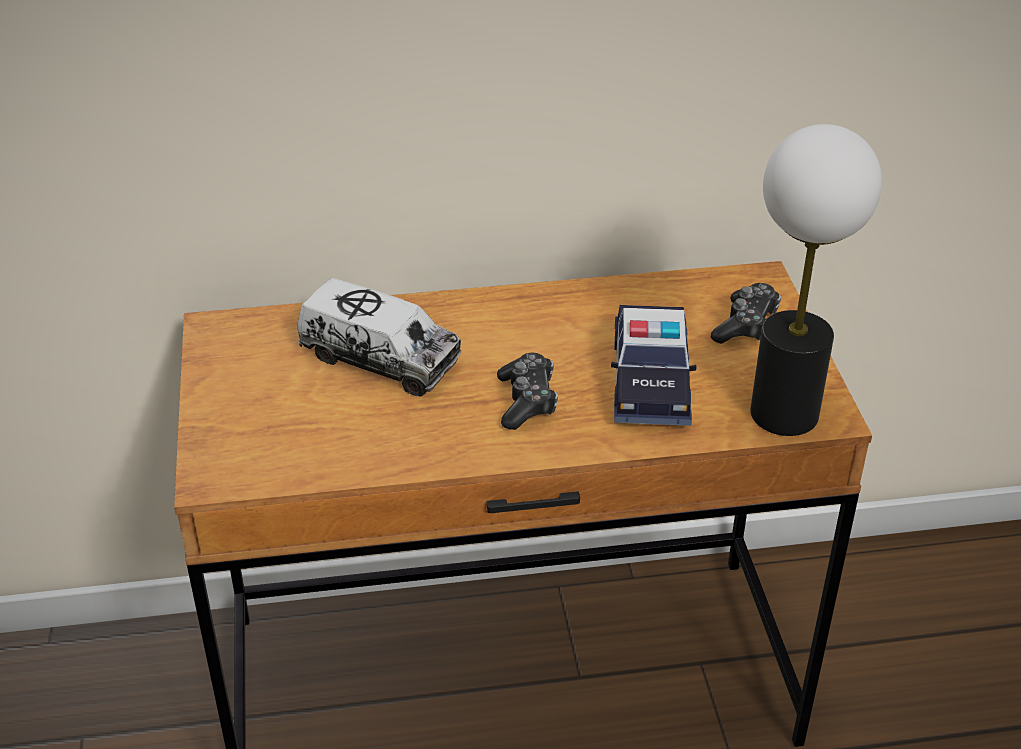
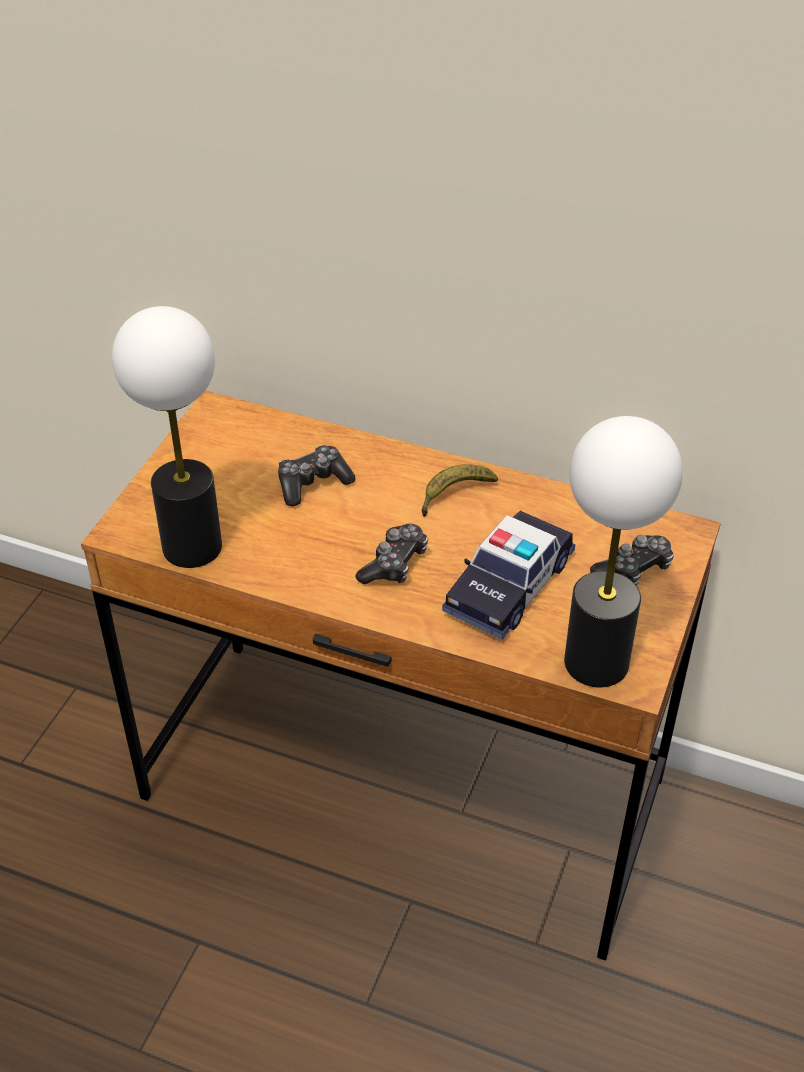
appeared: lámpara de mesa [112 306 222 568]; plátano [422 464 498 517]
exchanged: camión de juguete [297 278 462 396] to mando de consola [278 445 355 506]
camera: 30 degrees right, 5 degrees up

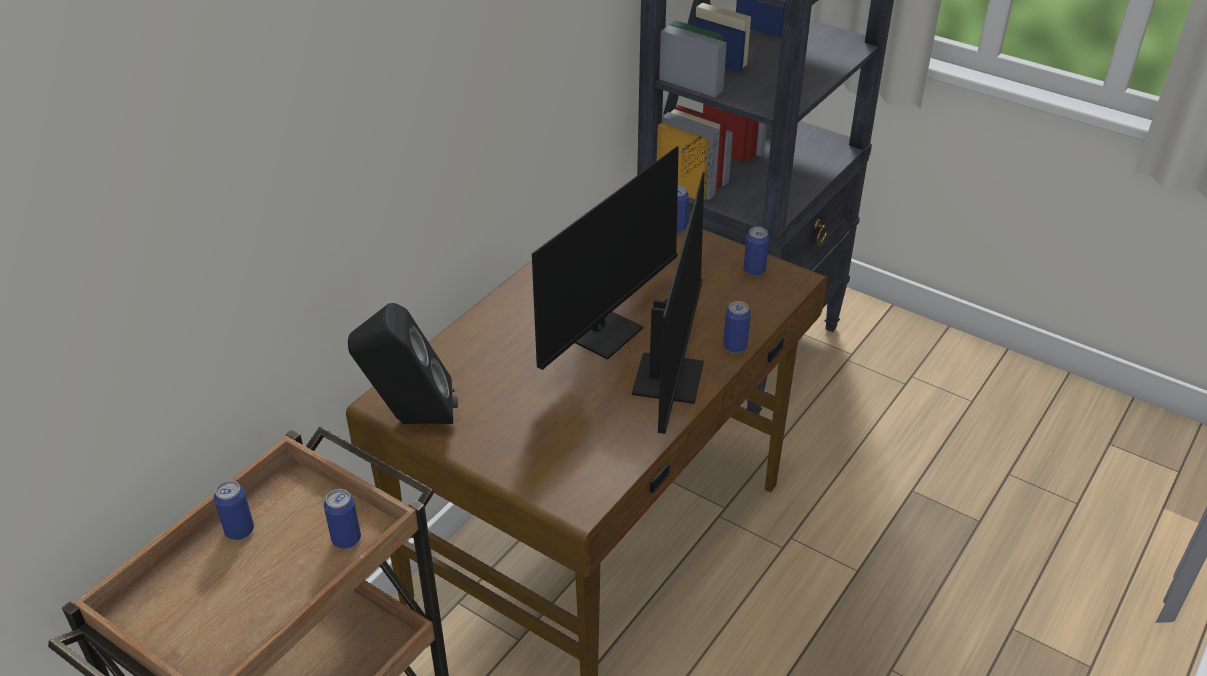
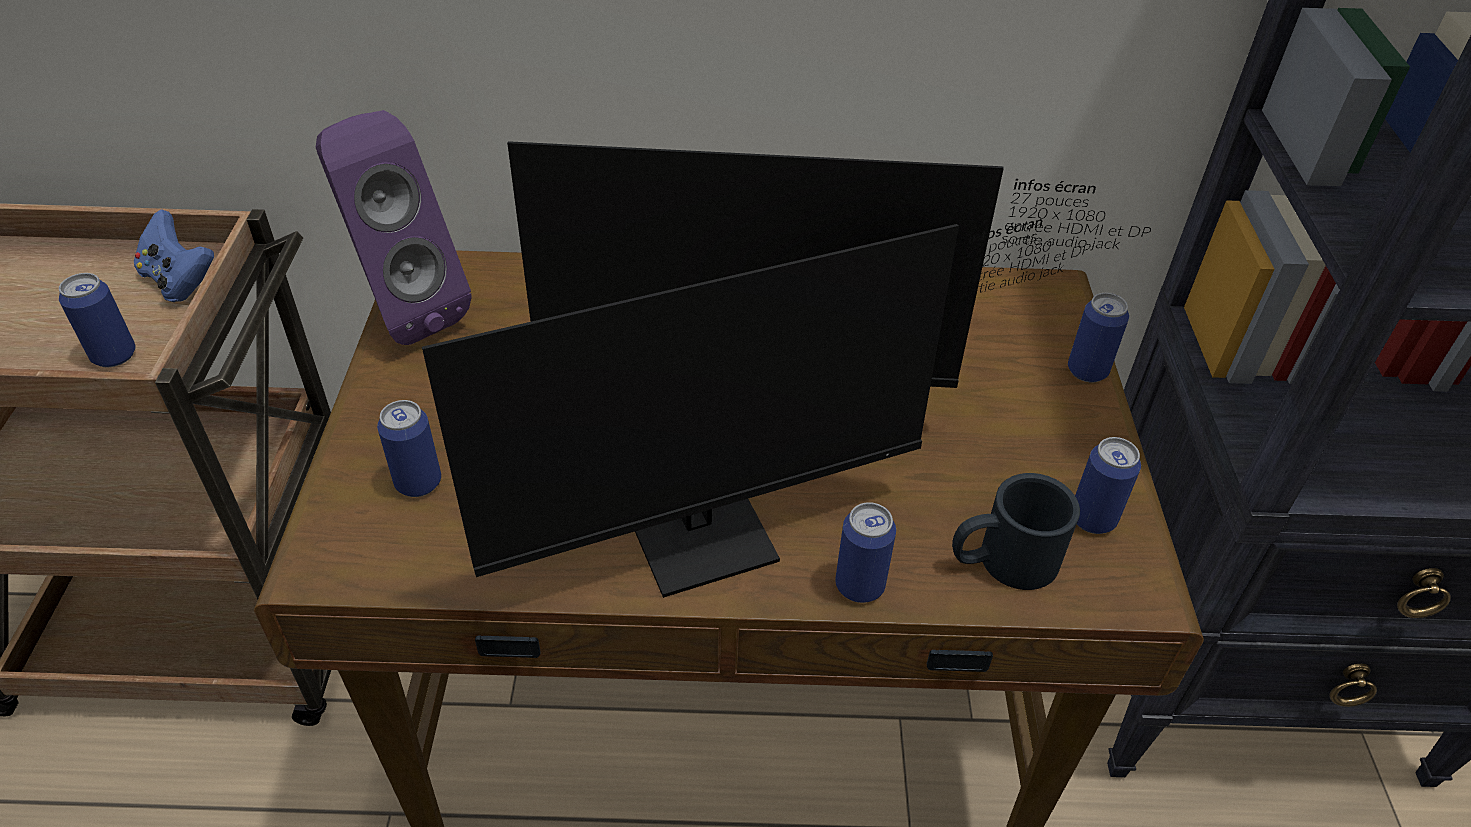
appeared: mando de consola [azul] [134 209 214 302]; taza grande [negro] [952 473 1080 590]
relocated: lata [214 480 254 540] to [377 400 441 497]
colour: altavoz [negro] [348 303 458 424] to altavoz [morado] [316 110 472 345]
camera: 55 degrees right, 5 degrees up

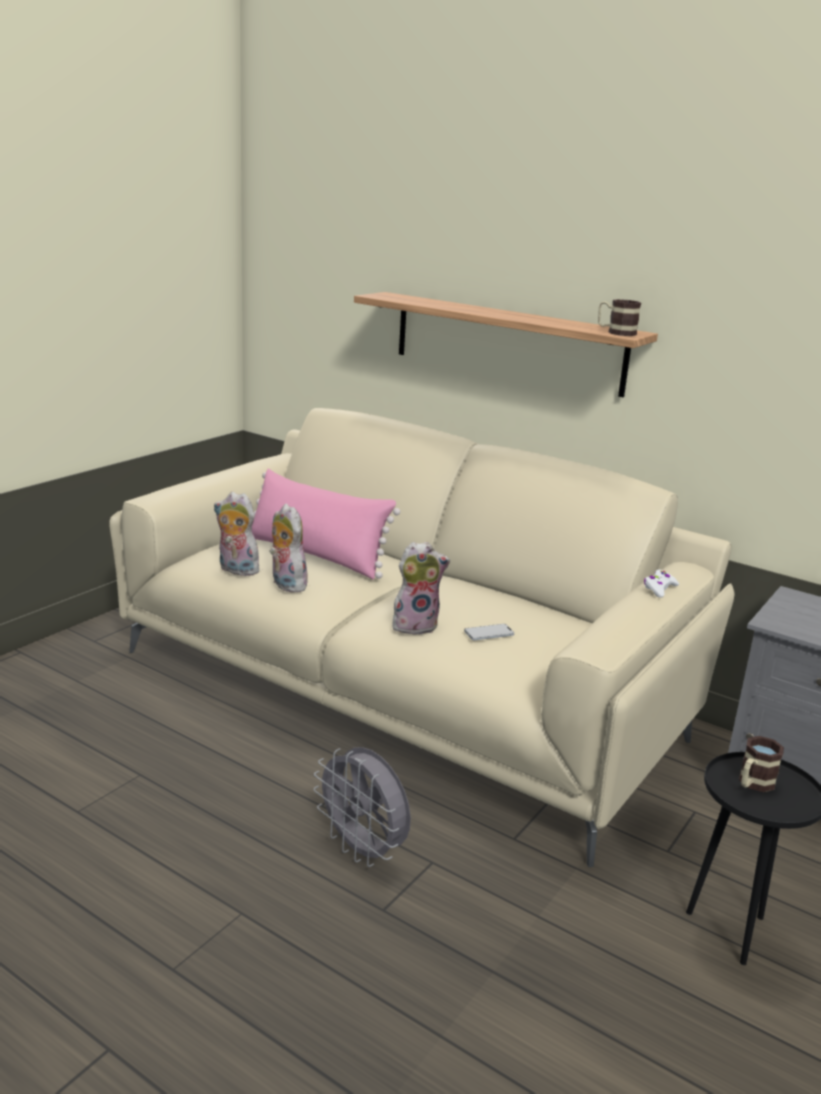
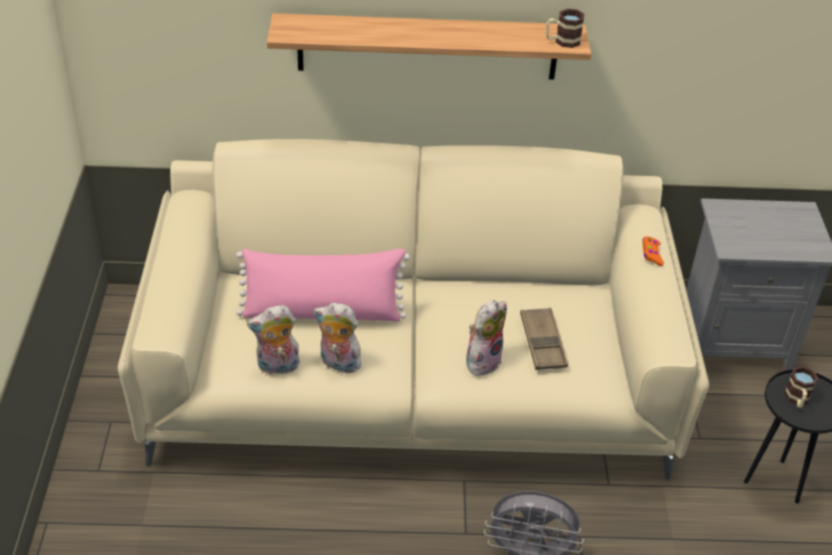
exchanged: móvil [464 624 514 640] to bandeja [marrón] [520 308 568 370]
colour: mando de consola [blanco] [644 569 679 598] to mando de consola [naranja] [642 236 664 266]
camera: 35 degrees left, 20 degrees up

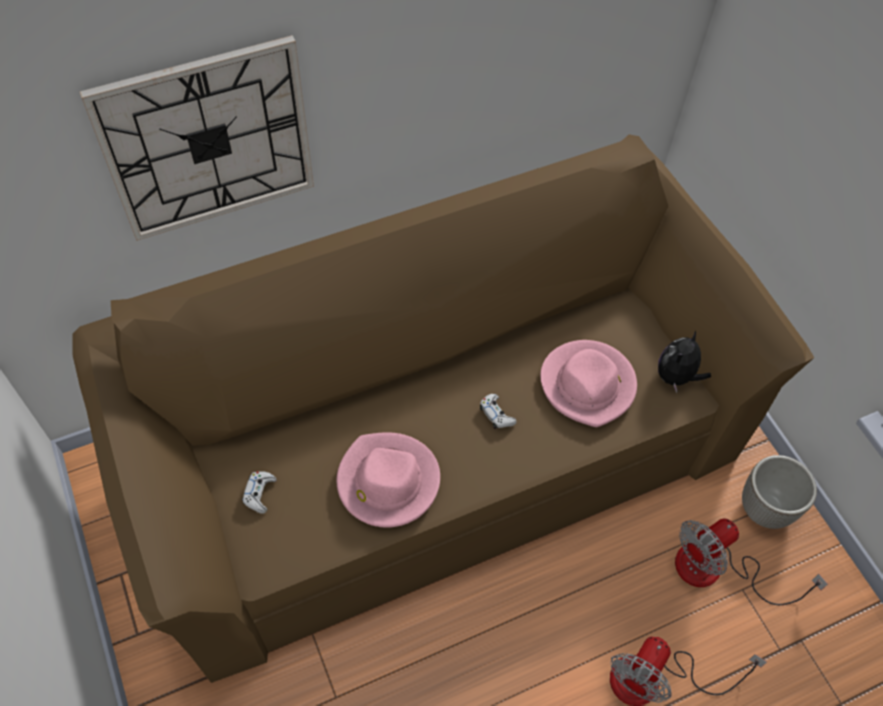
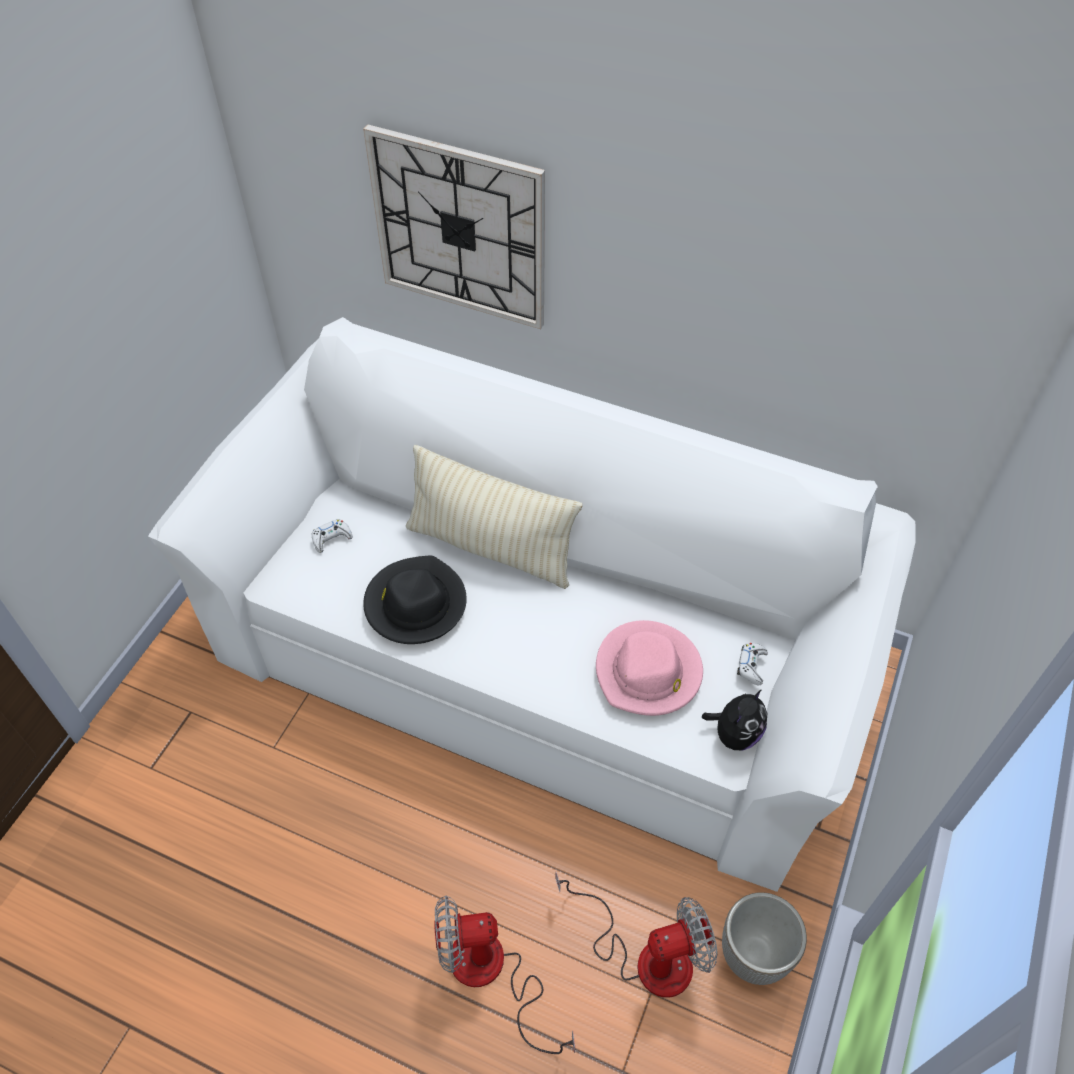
appeared: cojín [beis] [406 445 583 589]
relocated: mando de consola [blanco] [480 394 516 429] to [737 643 768 685]
colour: sofá [marrón] [72 135 814 683] to sofá [blanco] [148 317 916 892]; sombrero [rosa] [336 432 440 527] to sombrero [negro] [363 555 467 644]
spun: peluche [658 331 711 393] = [702 690 767 750] 135 degrees clockwise; ventilador [675 518 828 605] = [555 872 717 998] 150 degrees clockwise
camera: 50 degrees right, 5 degrees down

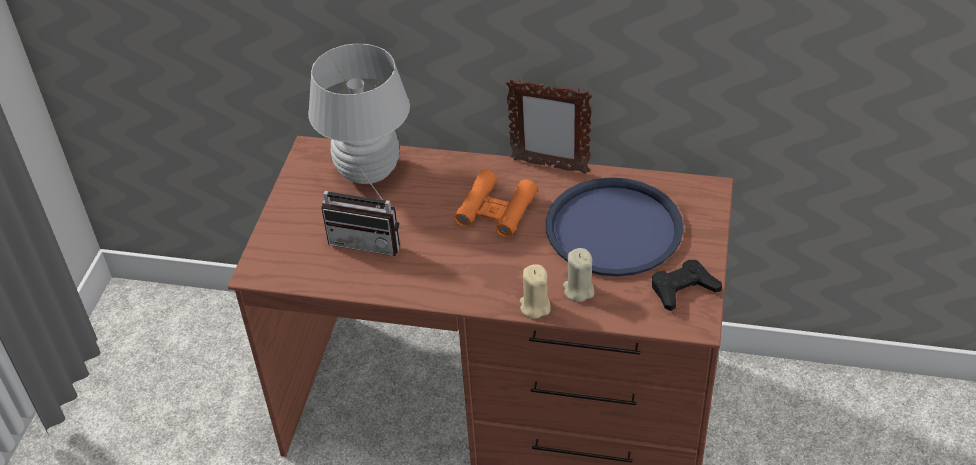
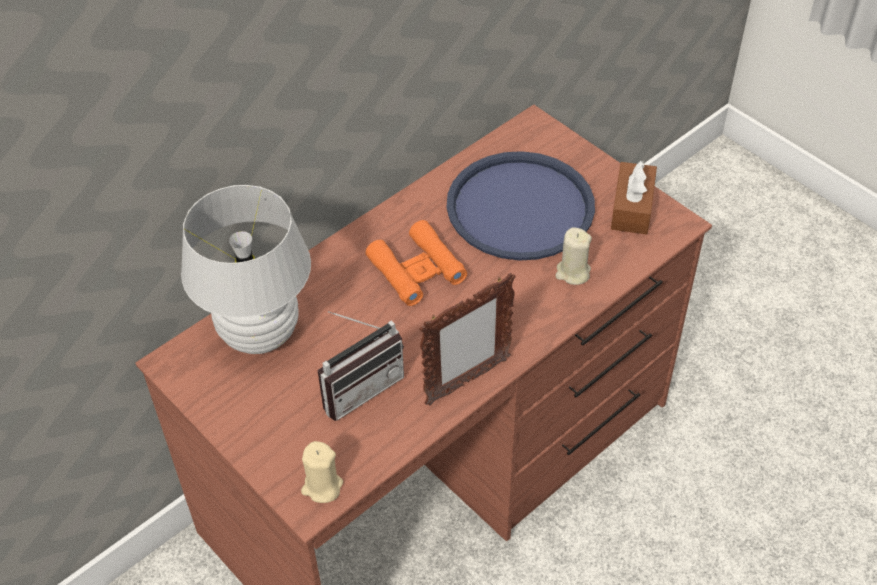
relocated: portarretratos [506 79 592 174] to [419 273 516 406]; vela [beis] [520 264 550 319] to [301 441 343 503]
exchanged: mando de consola [negro] [652 260 722 311] to caja de pañuelos [marrón] [611 161 657 234]
camera: 55 degrees left, 5 degrees up

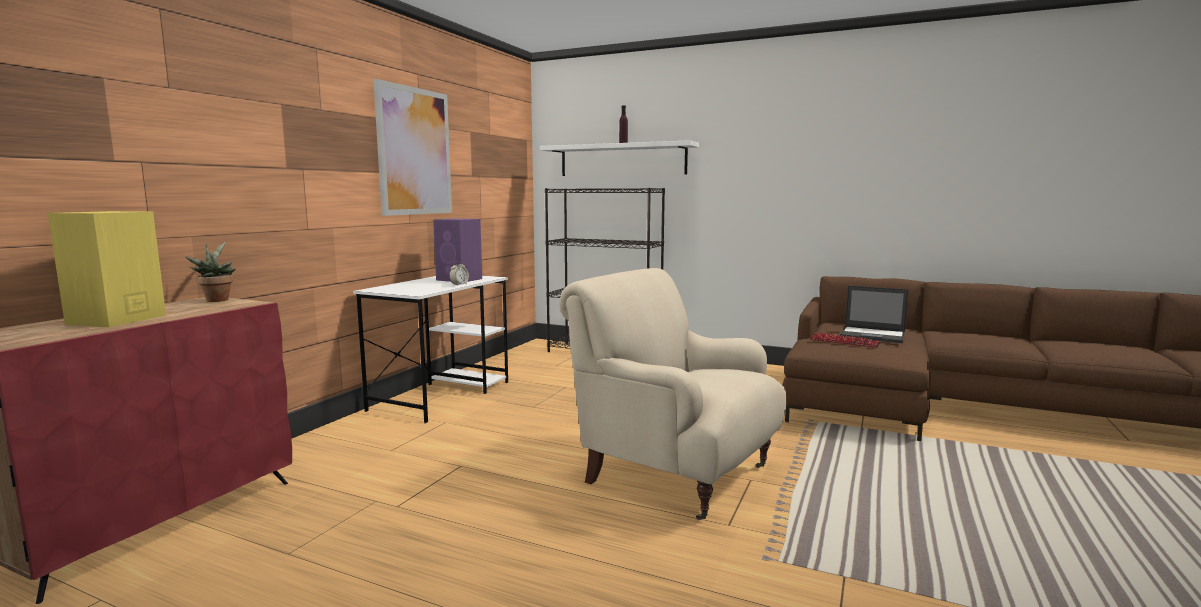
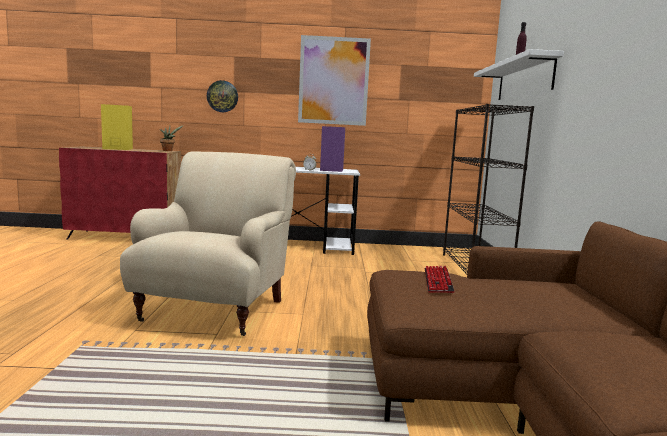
missing: portátil [840 286 909 343]
appeared: reloj de pared [207 80 238 112]
camera: 65 degrees right, 0 degrees up

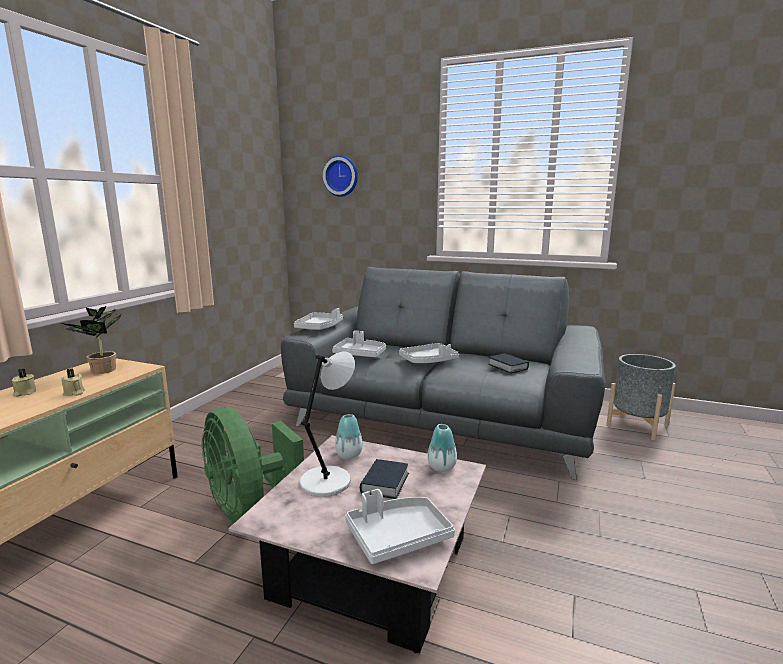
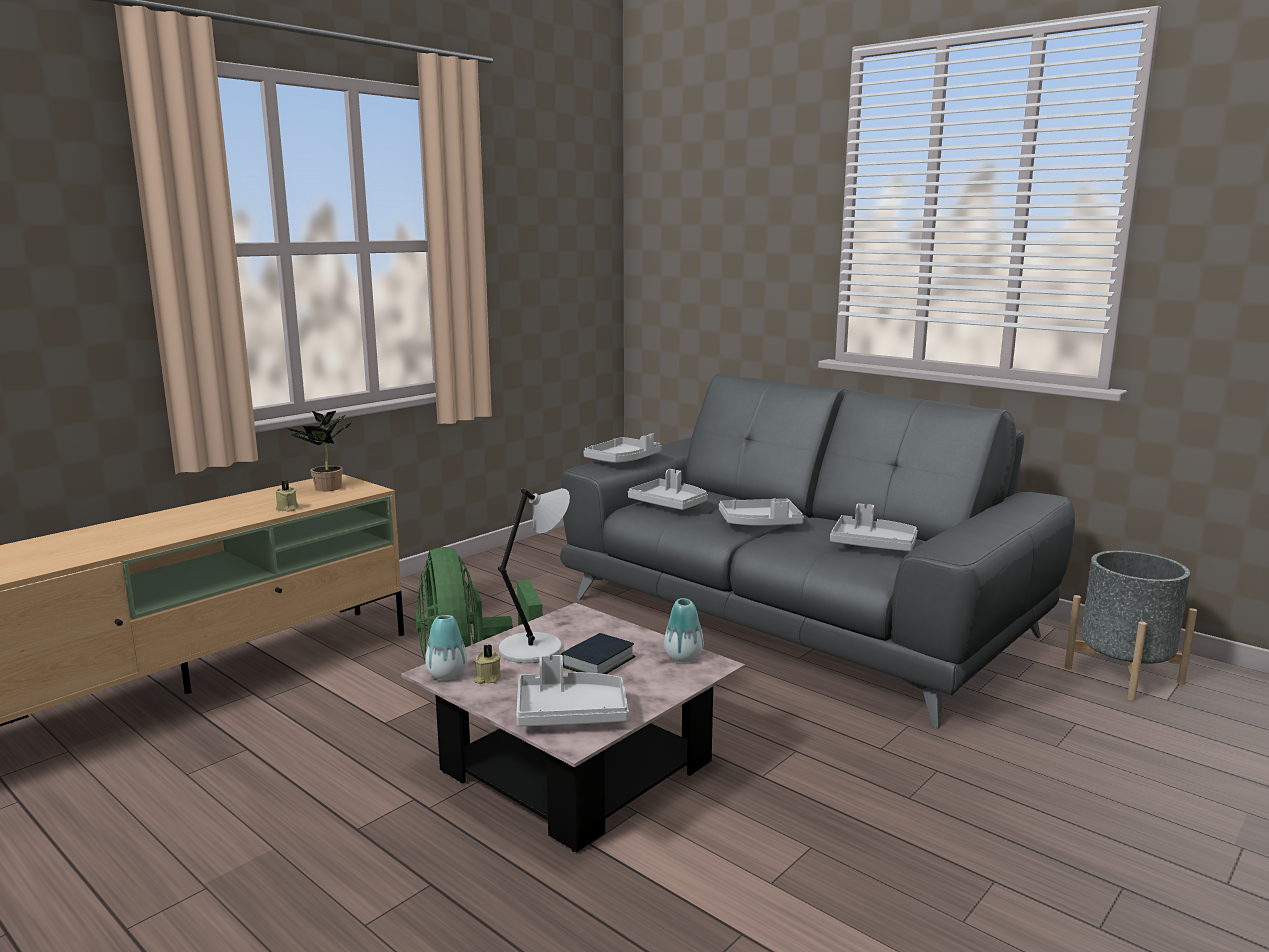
missing: reloj de pared [323 155 358 197]
relocated: vela [beis] [12 369 36 397] to [474 644 501 684]; florero [335 414 363 459] to [425 615 467 680]
exchanged: libro [488 353 529 374] to bandeja [gris] [830 503 918 551]
camera: 20 degrees right, 0 degrees up

